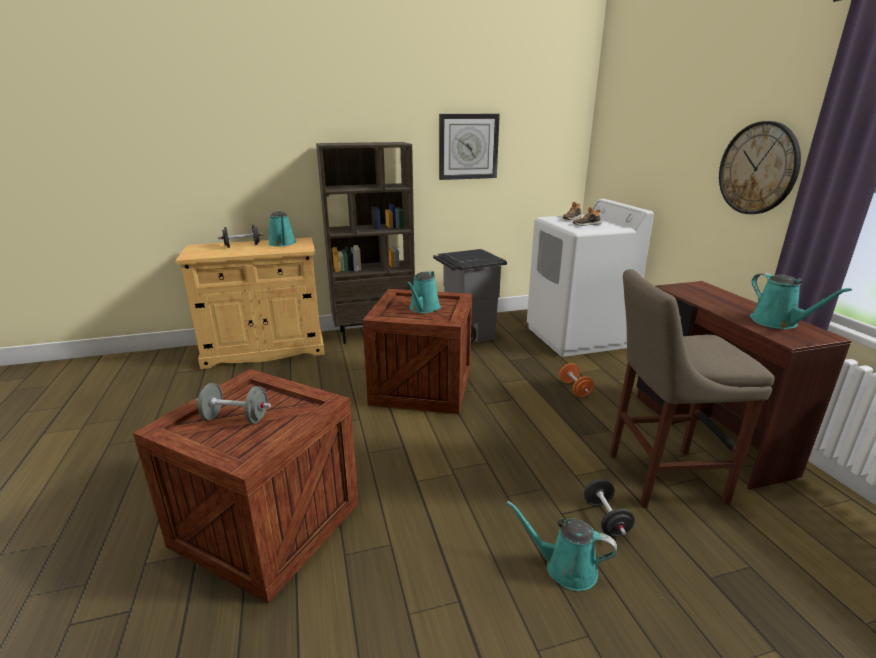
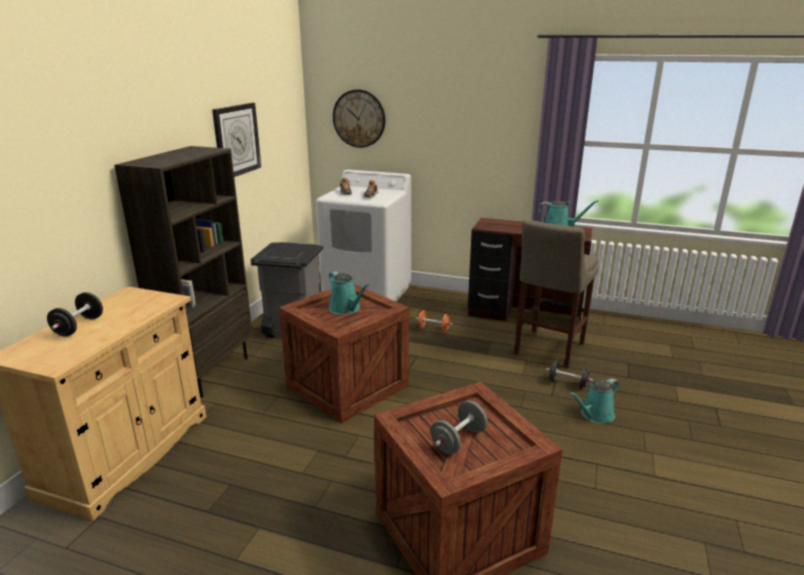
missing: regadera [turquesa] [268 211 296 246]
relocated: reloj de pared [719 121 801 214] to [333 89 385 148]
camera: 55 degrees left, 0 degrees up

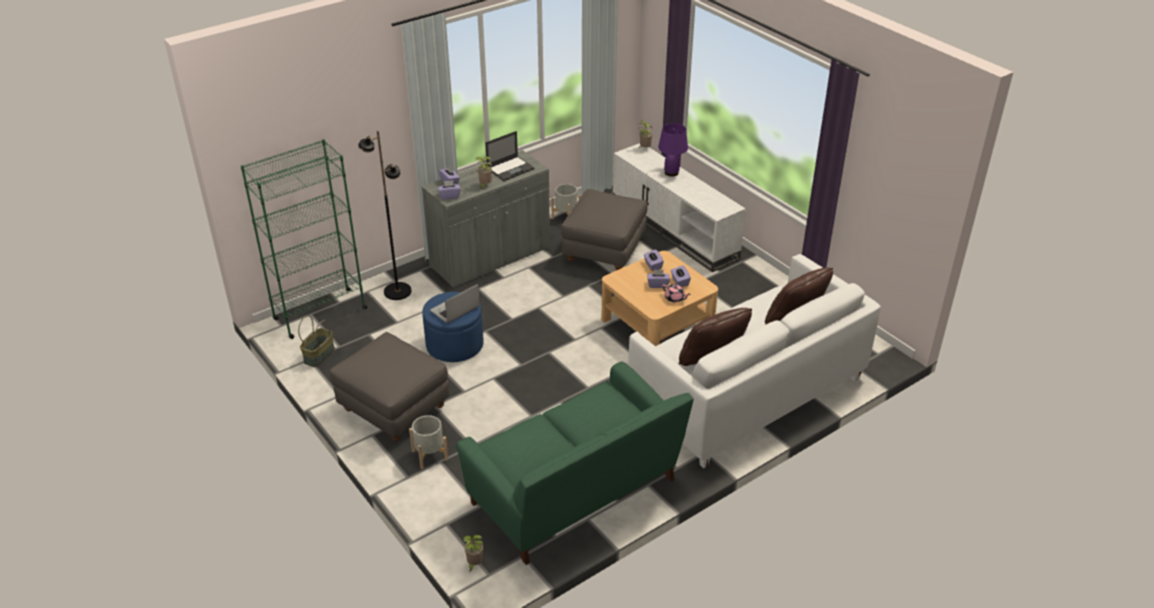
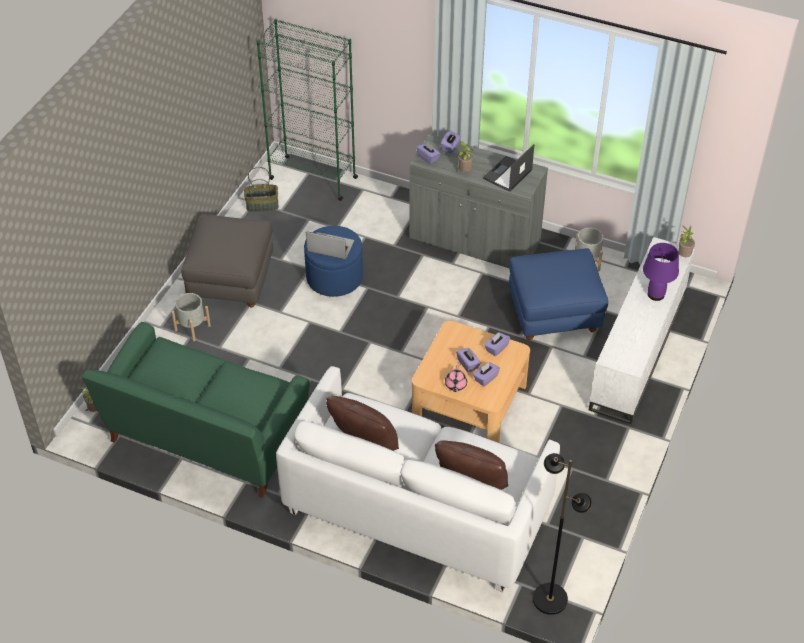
relocated: lámpara de pie [negro] [358 131 412 300] to [533 453 592 615]
colour: puf [gris] [561 189 648 271] to puf [azul] [509 248 608 340]
spun: portátil [485 131 535 181] = [483 144 534 192] 105 degrees clockwise
camera: 60 degrees right, 10 degrees up

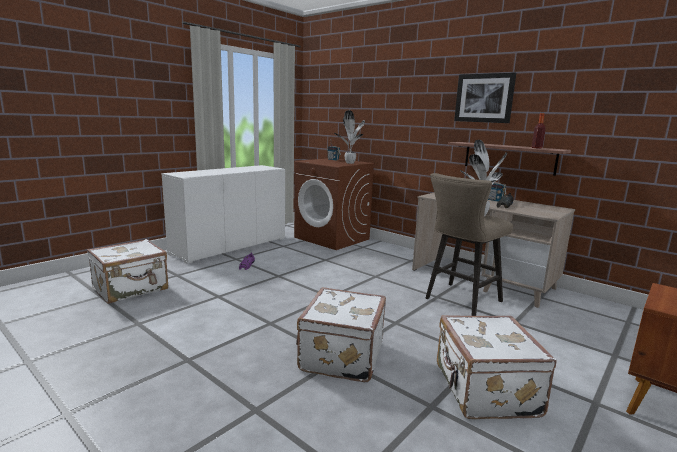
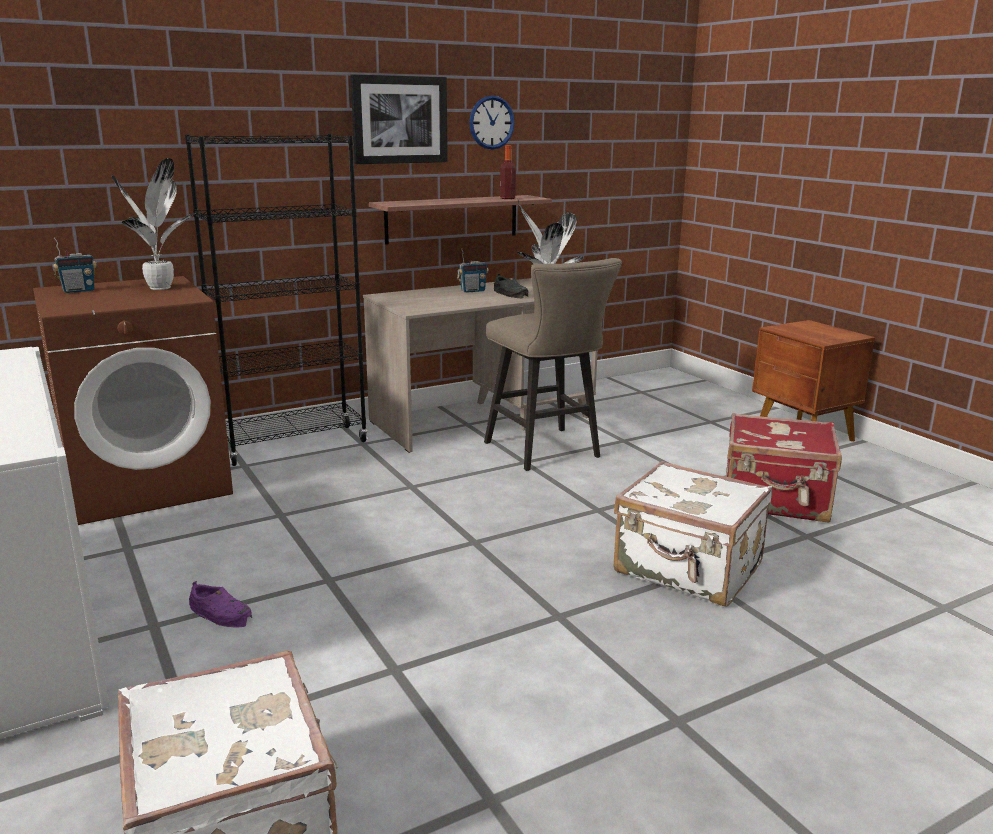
appeared: estantería [negro] [185 134 368 466]; reloj de pared [469 95 515 150]
colour: maleta [blanco] [437 315 556 419] to maleta [rojo] [726 413 842 523]
camera: 70 degrees left, 5 degrees up

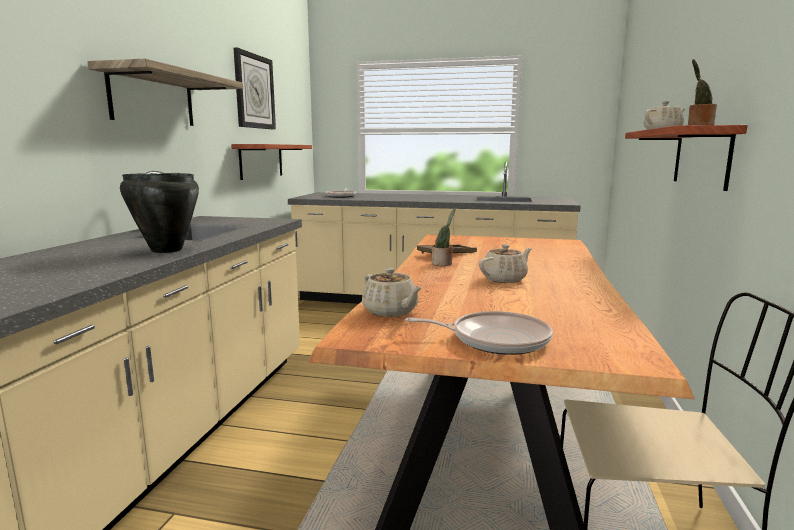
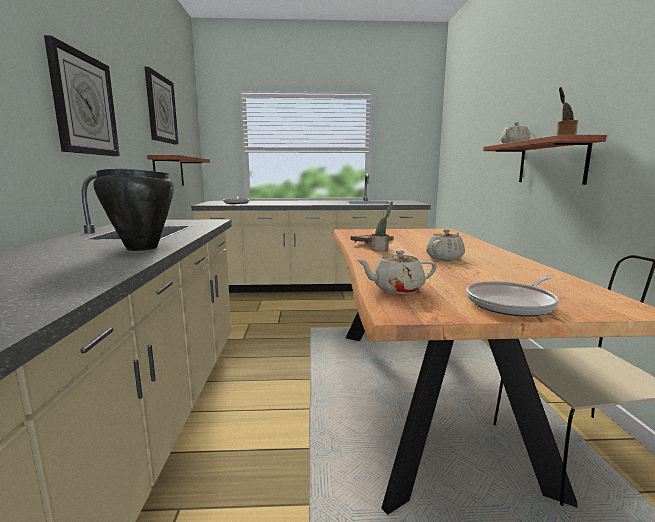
exchanged: estante [87 59 243 126] to reloj de pared [44 35 120 156]
spun: tetera [beis] [362 268 422 317] = [357 250 437 294] 135 degrees clockwise; sartén [405 311 553 355] = [466 276 559 316] 150 degrees clockwise
camera: 15 degrees left, 0 degrees up

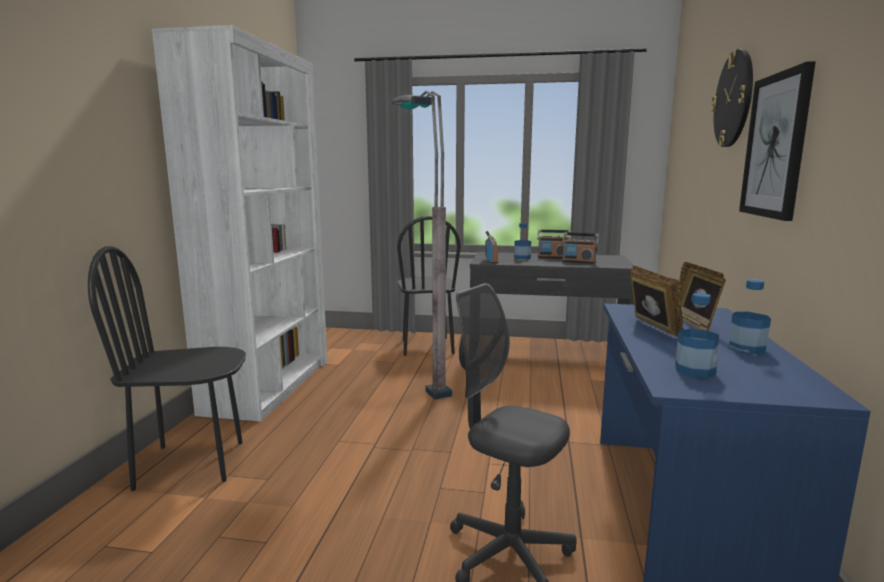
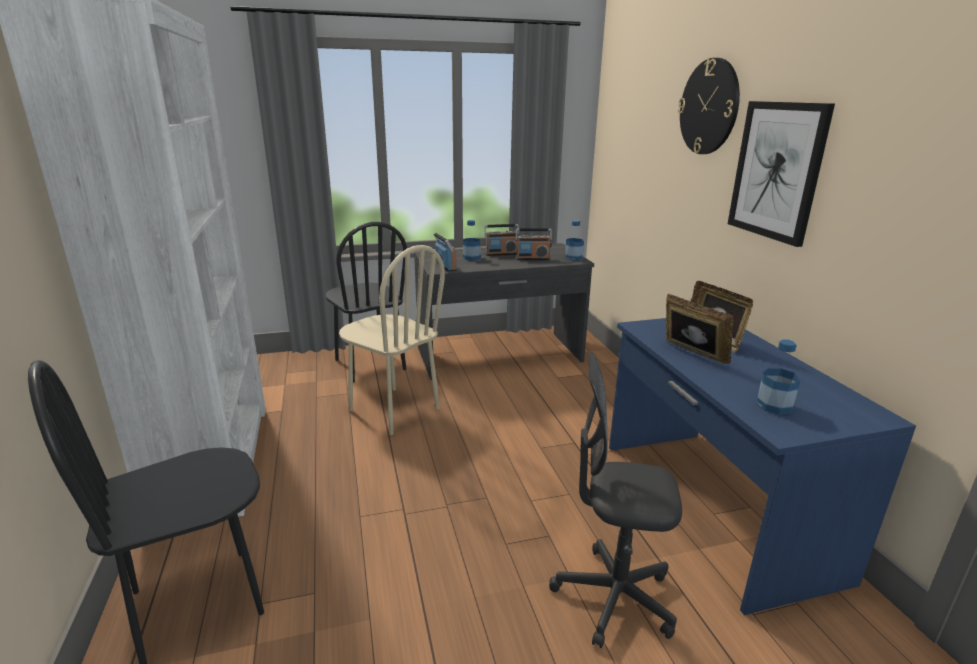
relocated: botella [729 279 771 354] to [565 220 584 260]
exchanged: lámpara de pie [gris] [390 91 452 400] to silla [beis] [339 245 445 435]
camera: 25 degrees left, 10 degrees up

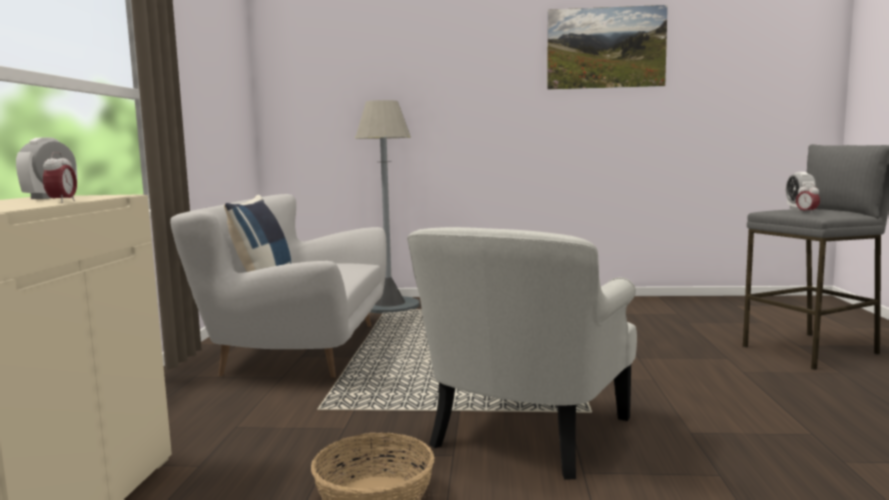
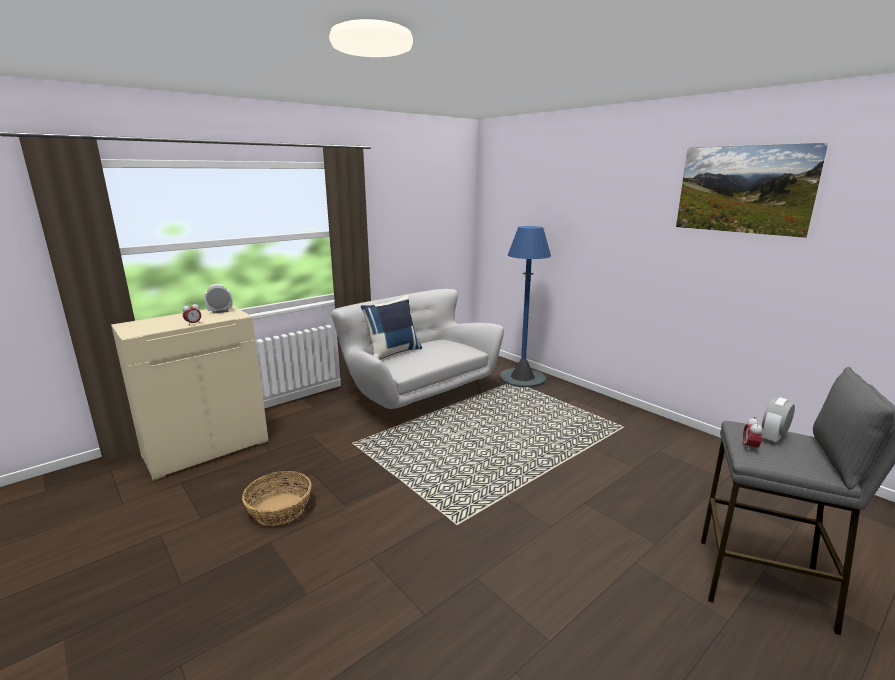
missing: sillón [blanco] [407 227 637 479]
colour: lámpara de pie [gris] [355 100 420 313] to lámpara de pie [azul] [500 226 551 388]
camera: 45 degrees right, 10 degrees up

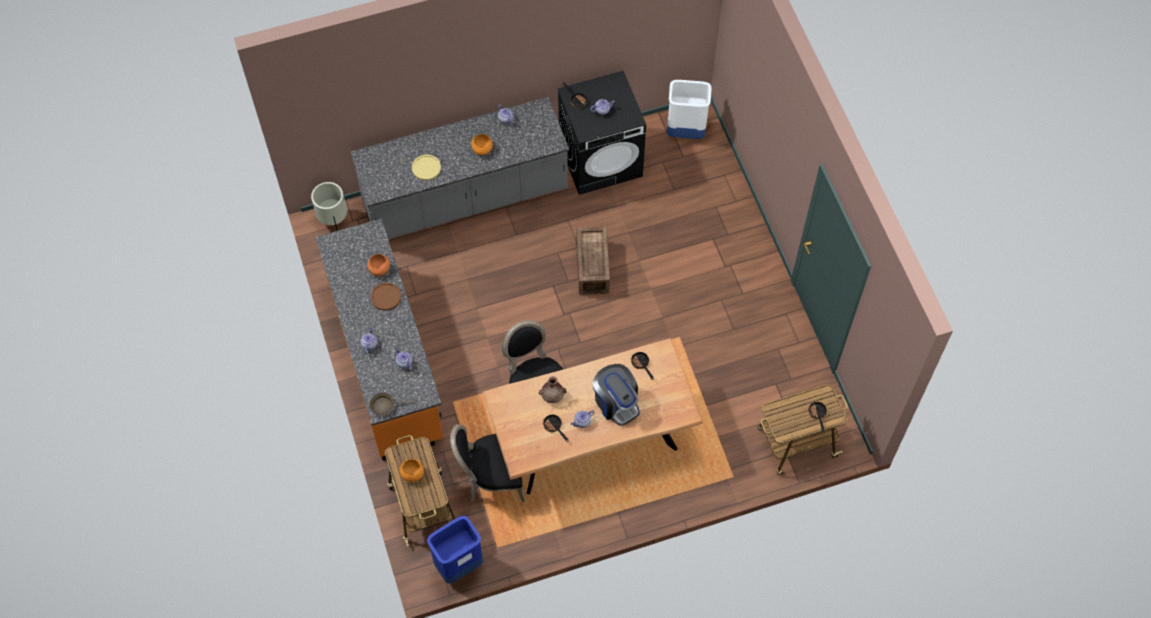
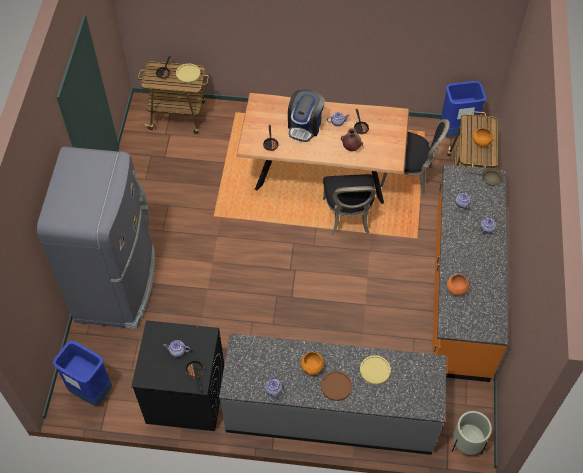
missing: caja de embalaje [576 227 610 295]
appeared: nevera [gris] [37 147 155 329]; plato [amarillo] [176 64 201 83]
relocated: plato [marrón] [371 282 401 310] to [321 371 352 401]
colour: papelera [blanco] [667 80 712 139] to papelera [azul] [53 341 112 406]
spun: cafetera [593 364 640 426] = [288 89 325 142] 150 degrees counterclockwise
camera: 155 degrees left, 5 degrees down

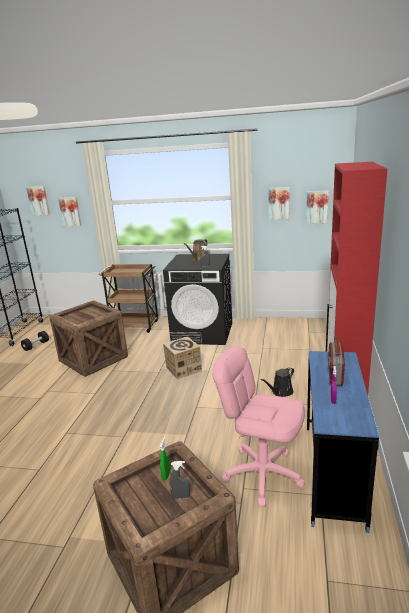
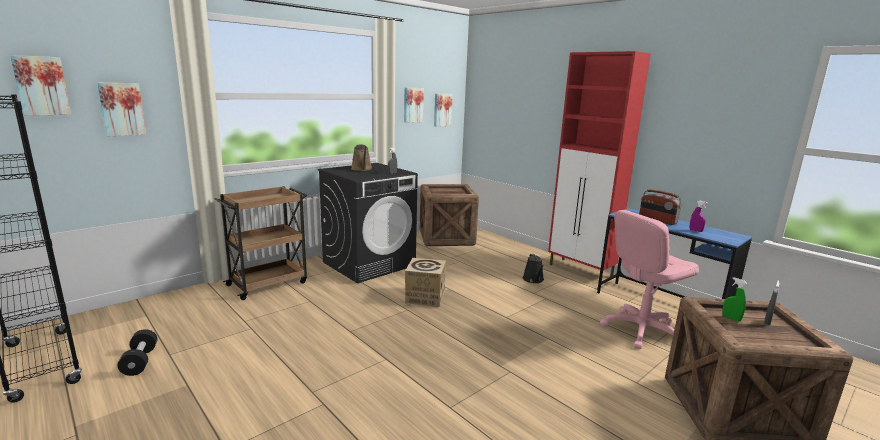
relocated: caja de embalaje [49 300 128 377] to [420 184 479 246]
camera: 55 degrees left, 5 degrees down

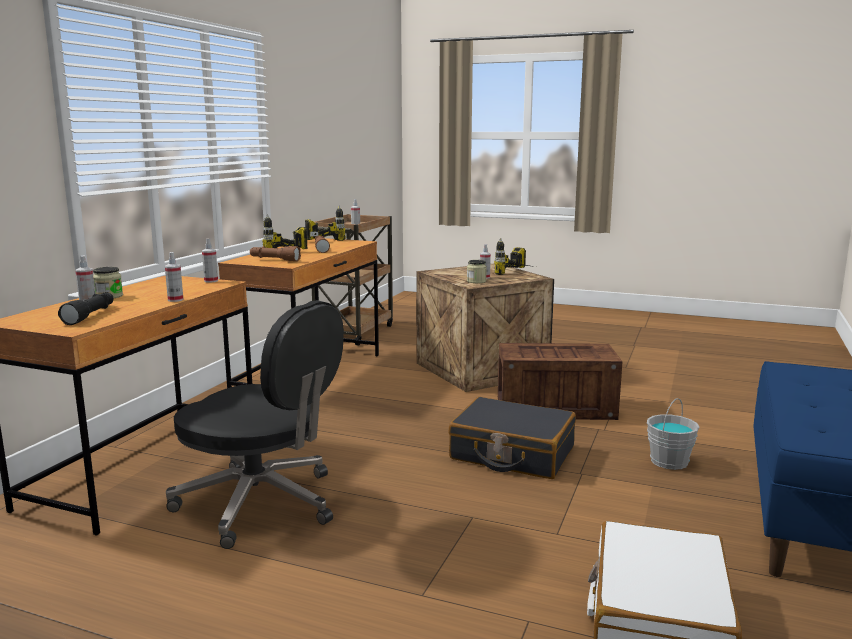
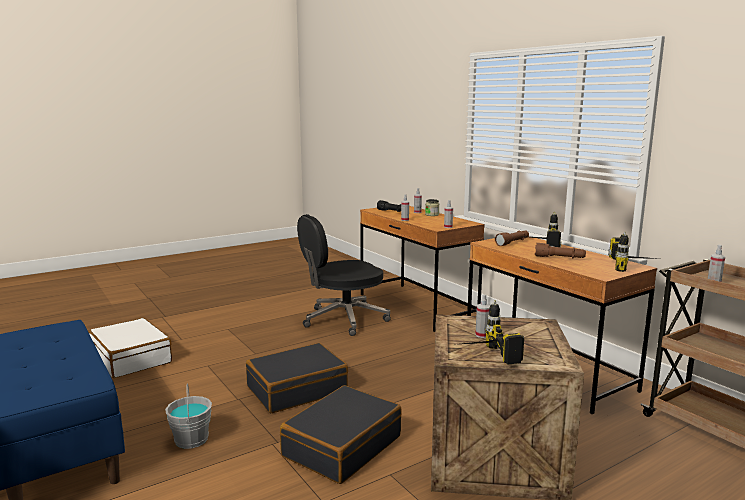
missing: tarro [467 260 487 283]
exchanged: caja de embalaje [498 343 623 420] to maleta [negro] [280 385 402 484]
camera: 125 degrees right, 0 degrees up

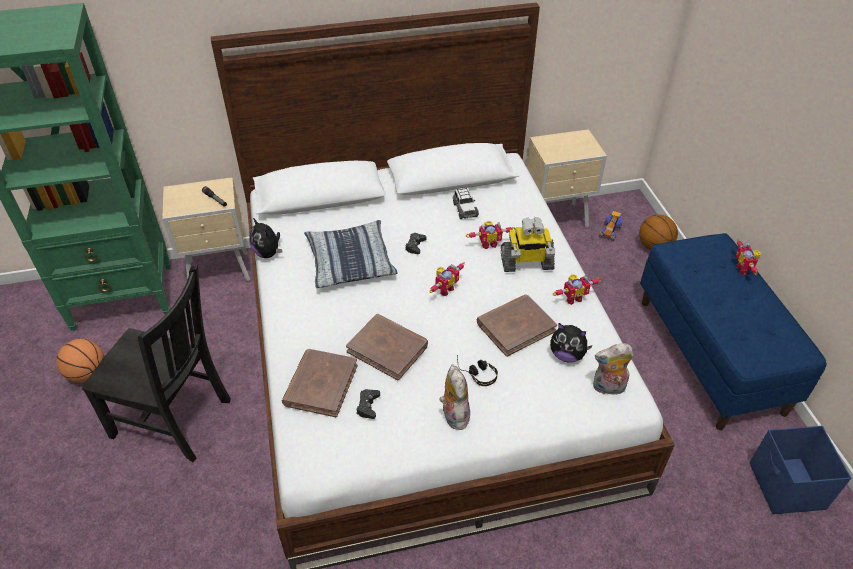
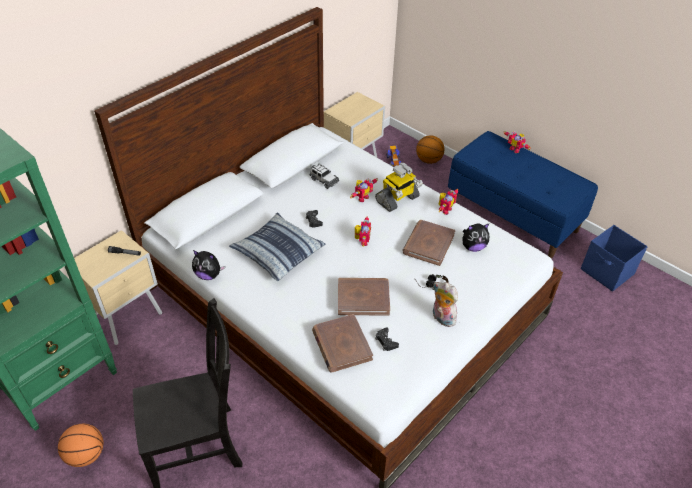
missing: peluche [593 344 634 395]
camera: 35 degrees left, 0 degrees up

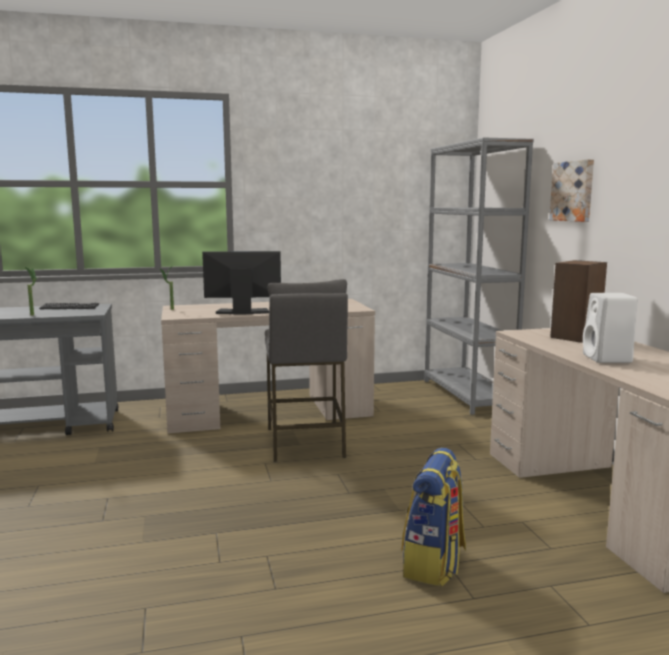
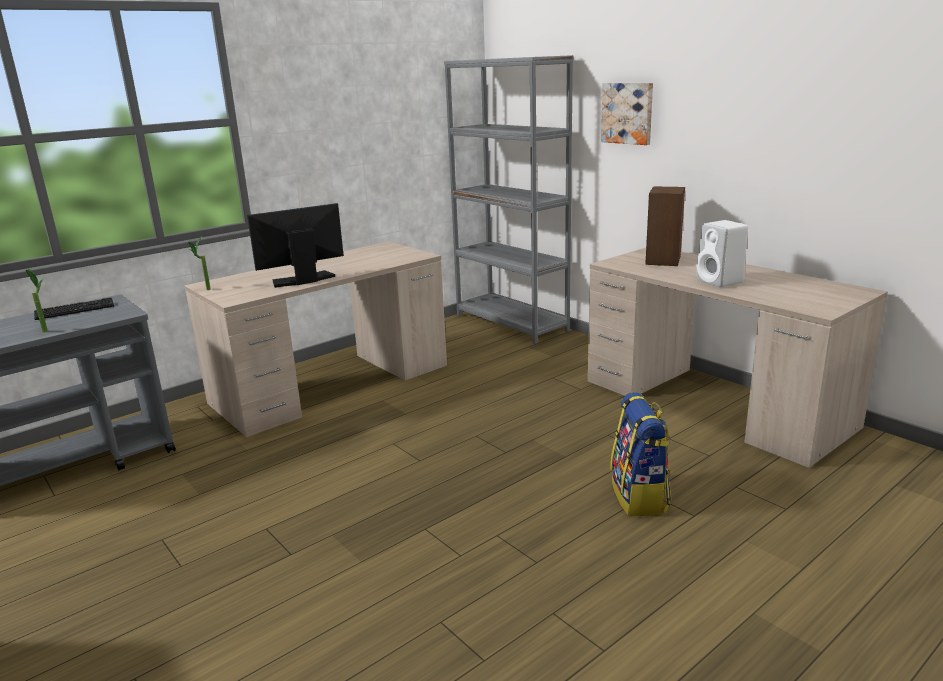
missing: taburete [gris] [265 279 348 462]
camera: 25 degrees left, 10 degrees up

